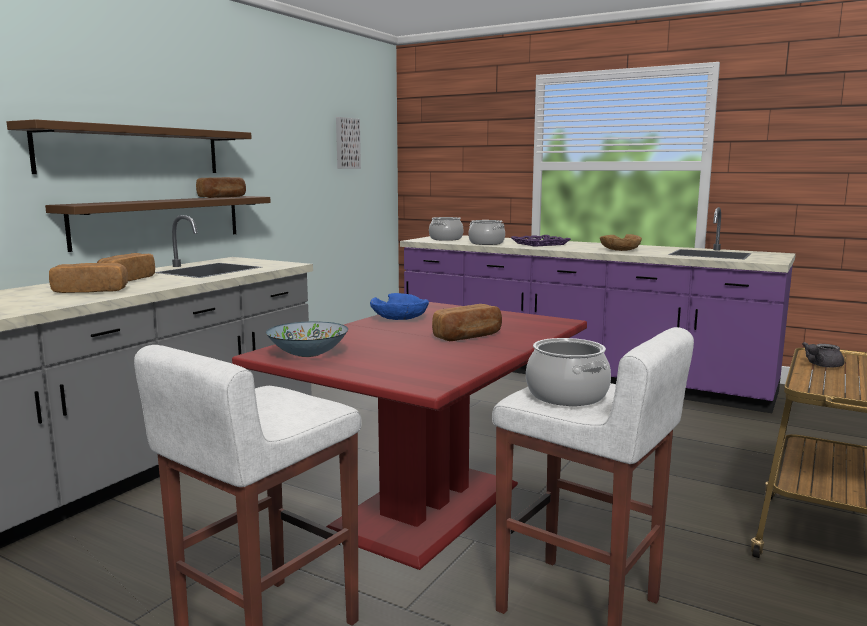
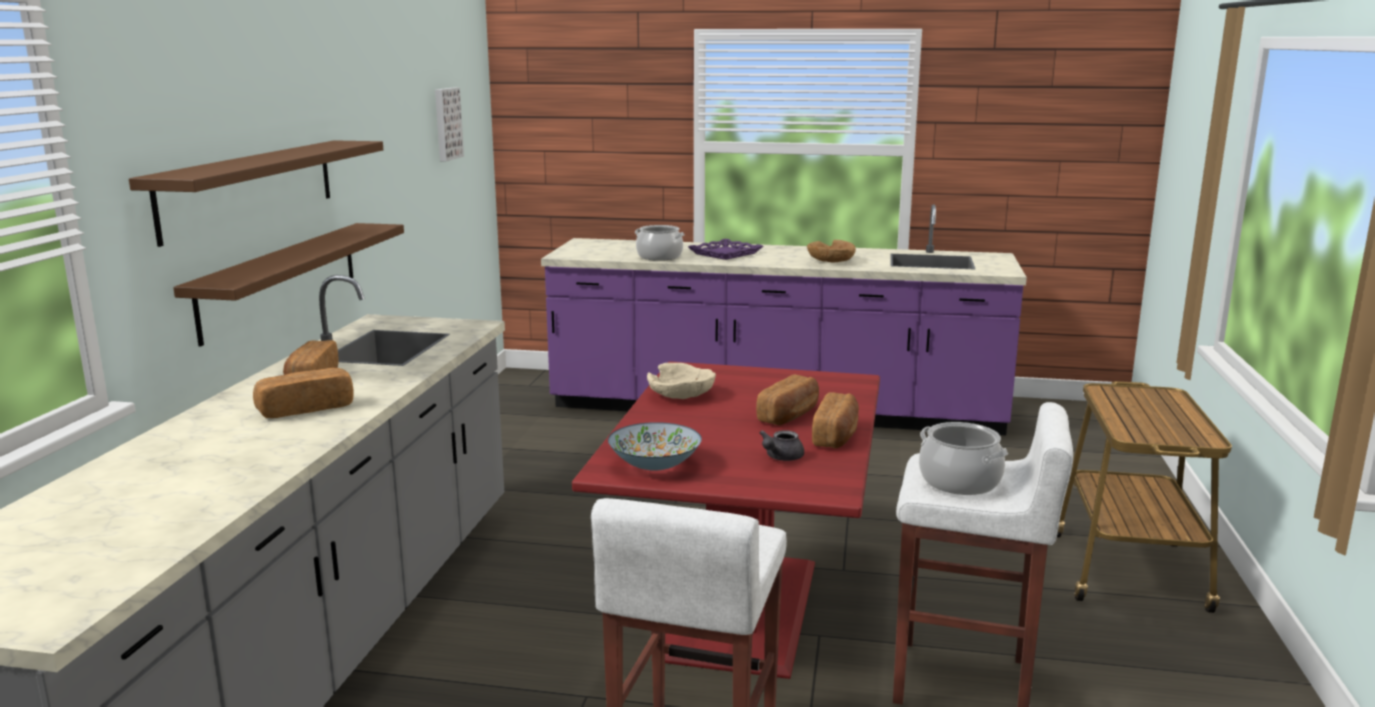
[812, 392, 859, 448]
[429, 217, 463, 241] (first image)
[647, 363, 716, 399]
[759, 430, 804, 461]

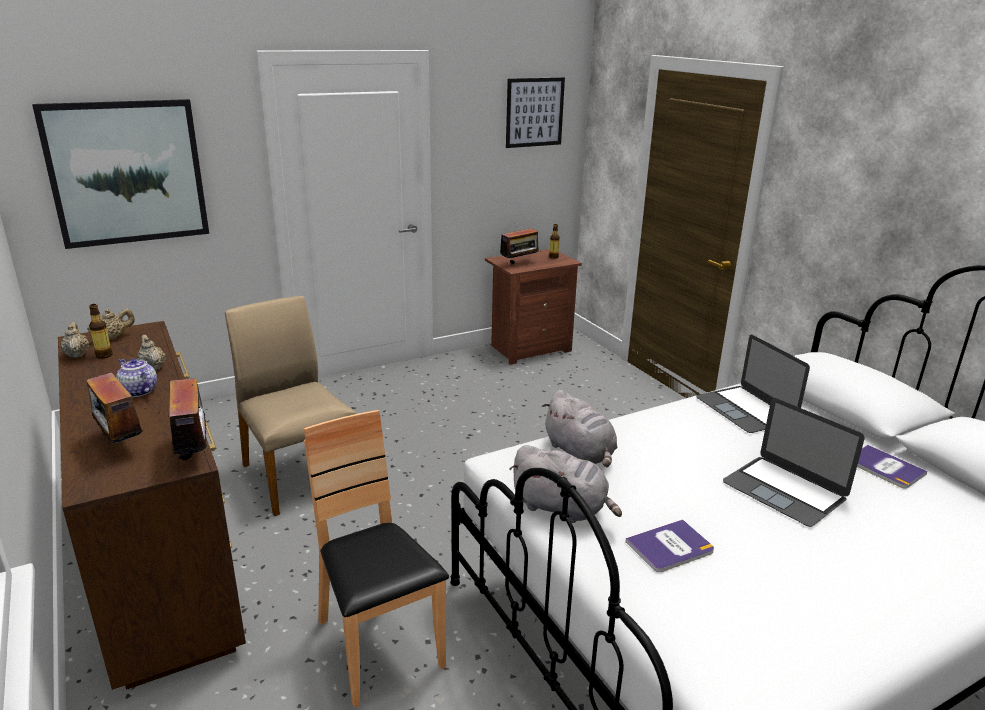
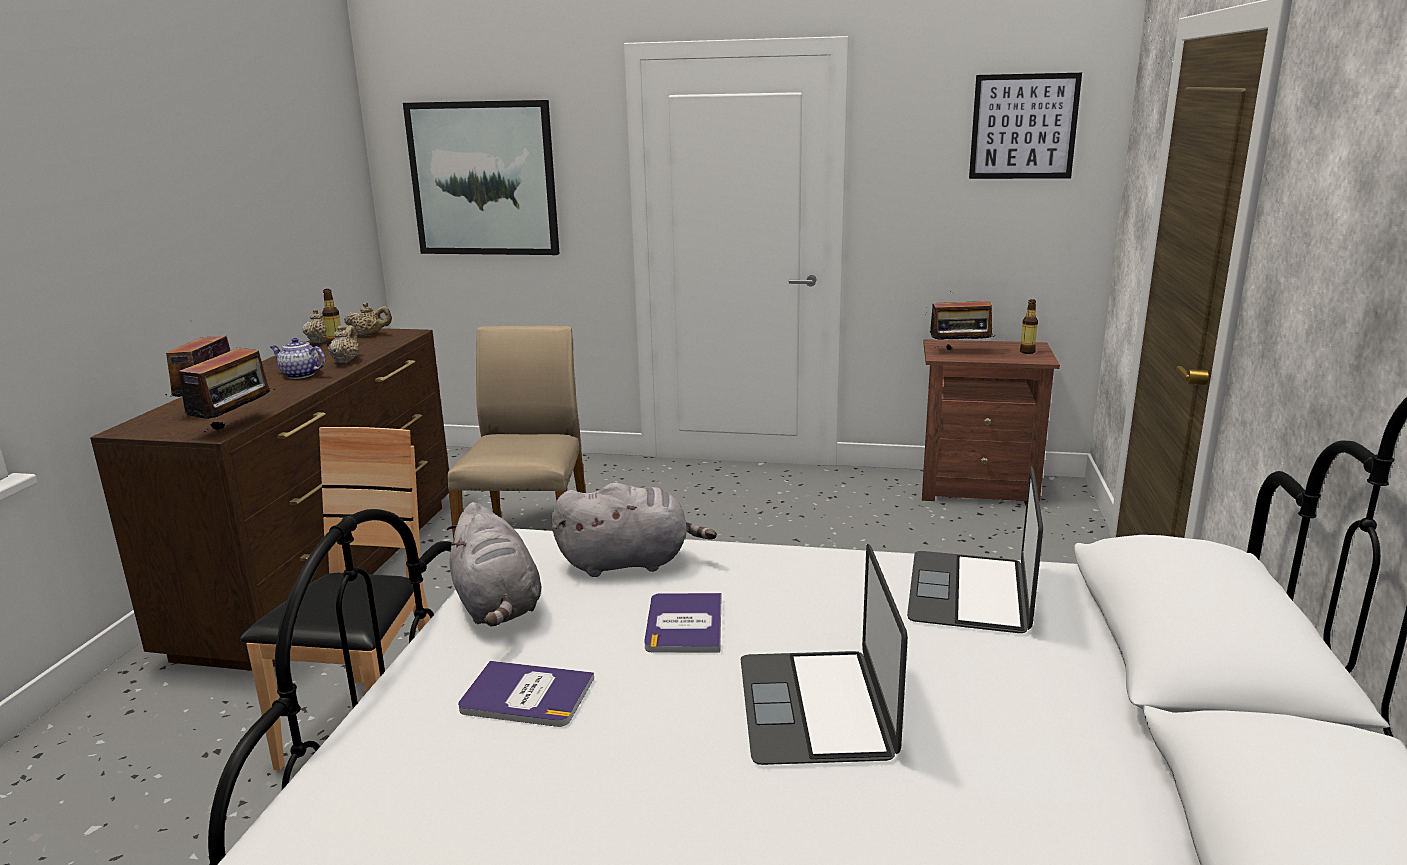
[270, 338, 325, 379]
[552, 483, 717, 577]
[644, 593, 721, 653]

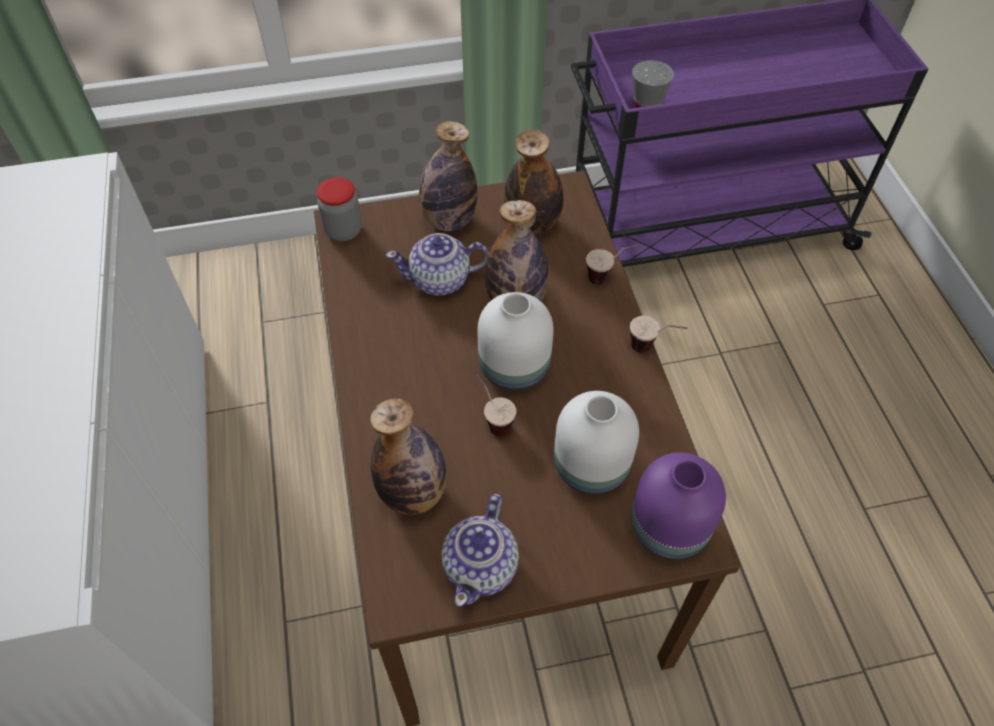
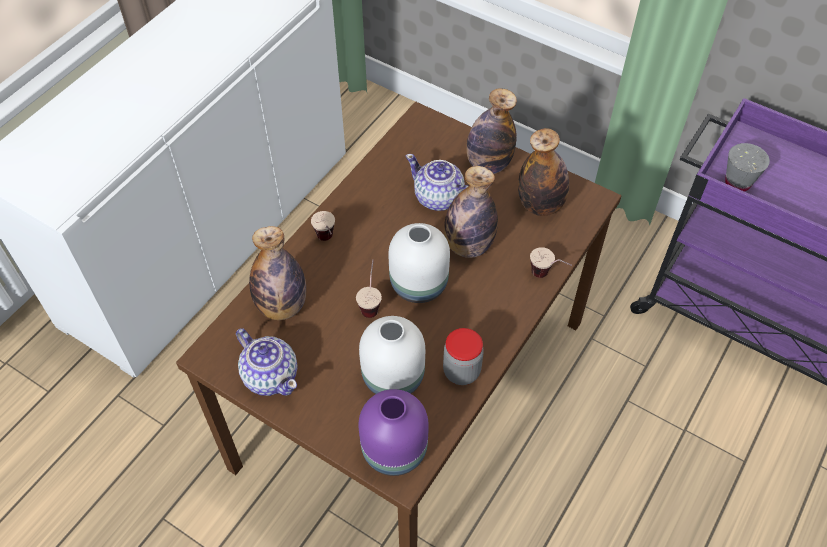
[443, 328, 484, 385]
[311, 211, 335, 241]
[236, 329, 298, 396]

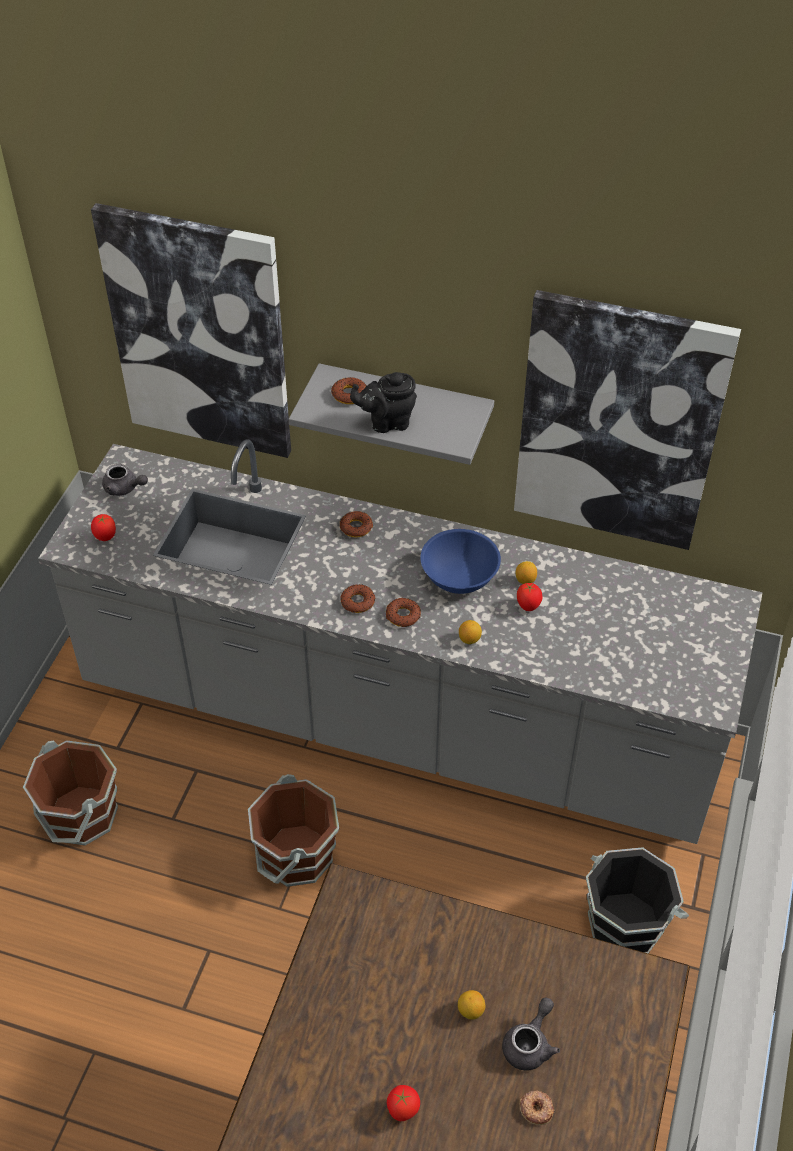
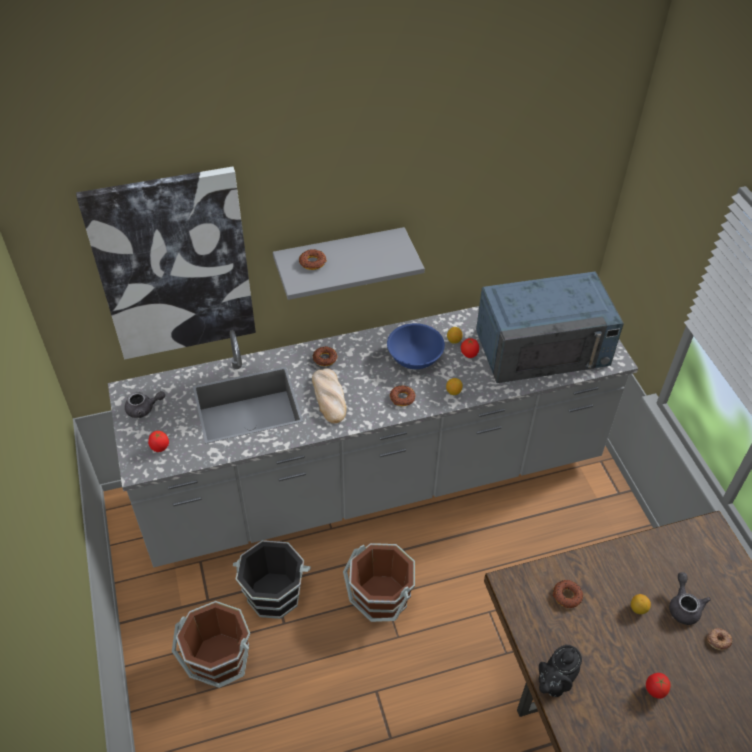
[514, 290, 741, 550] (first image)
[539, 645, 582, 697]
[553, 580, 583, 608]
[233, 540, 311, 619]
[476, 272, 624, 383]
[312, 368, 346, 423]

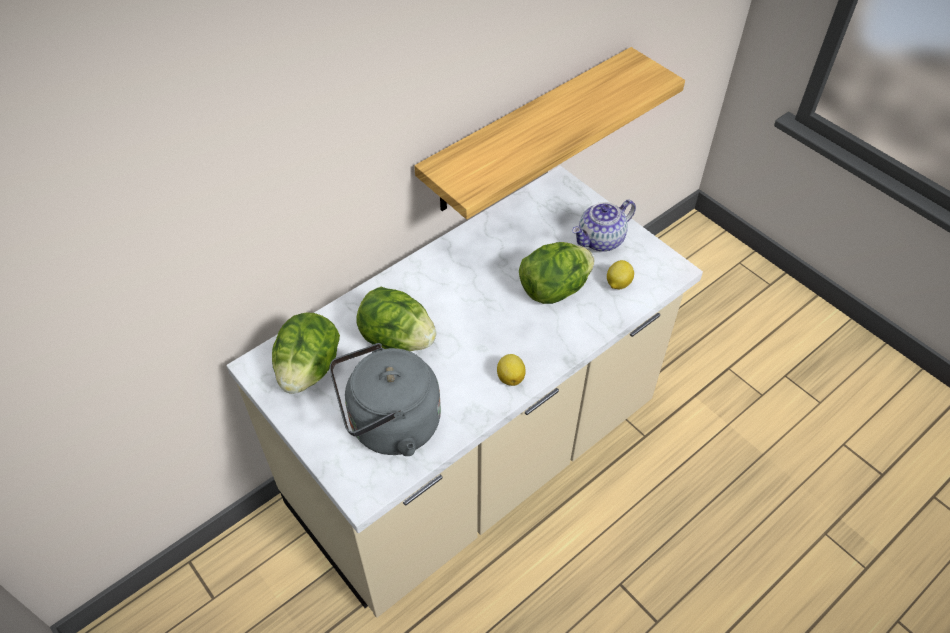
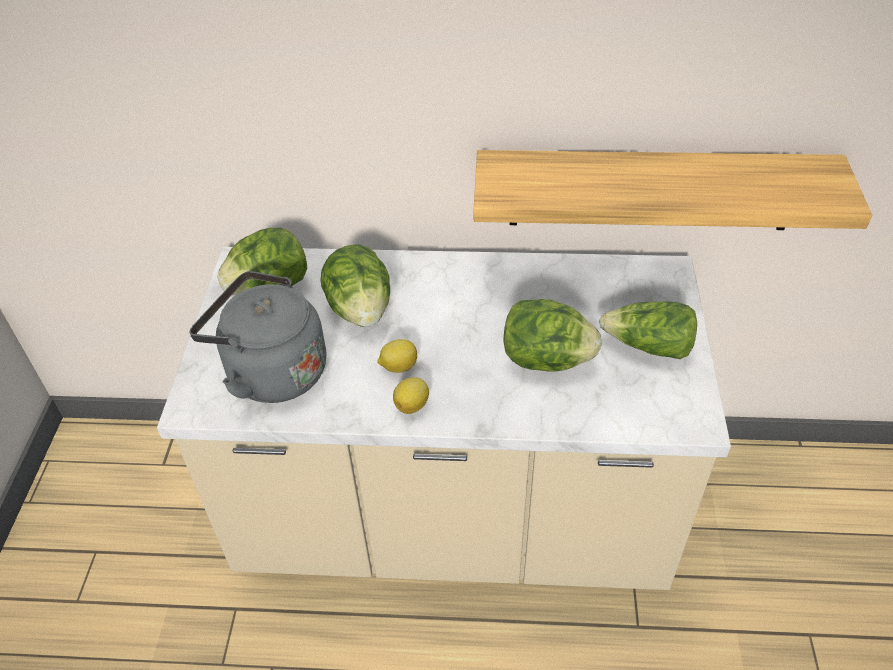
[599, 301, 697, 359]
[378, 339, 417, 373]

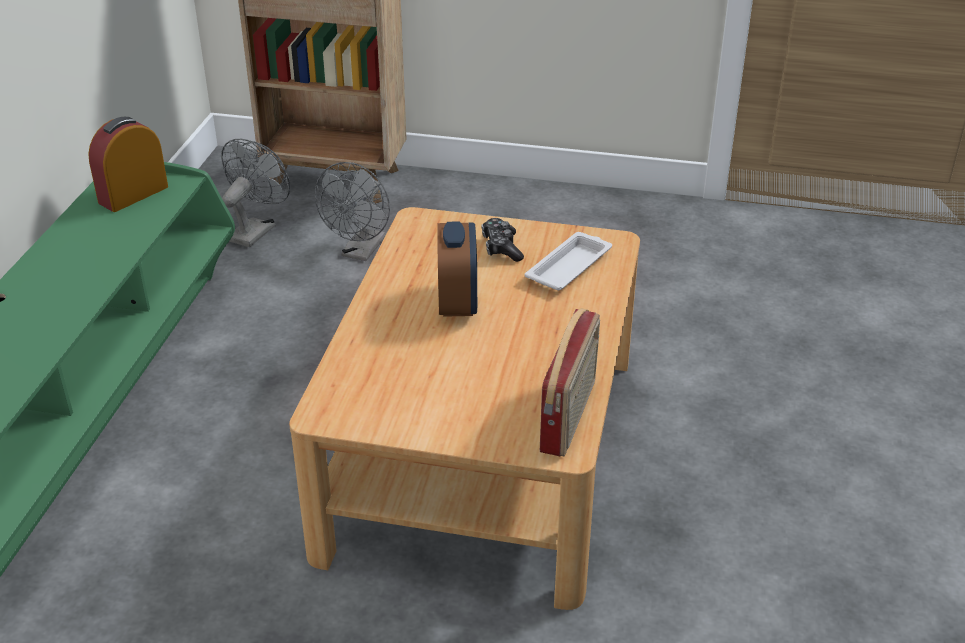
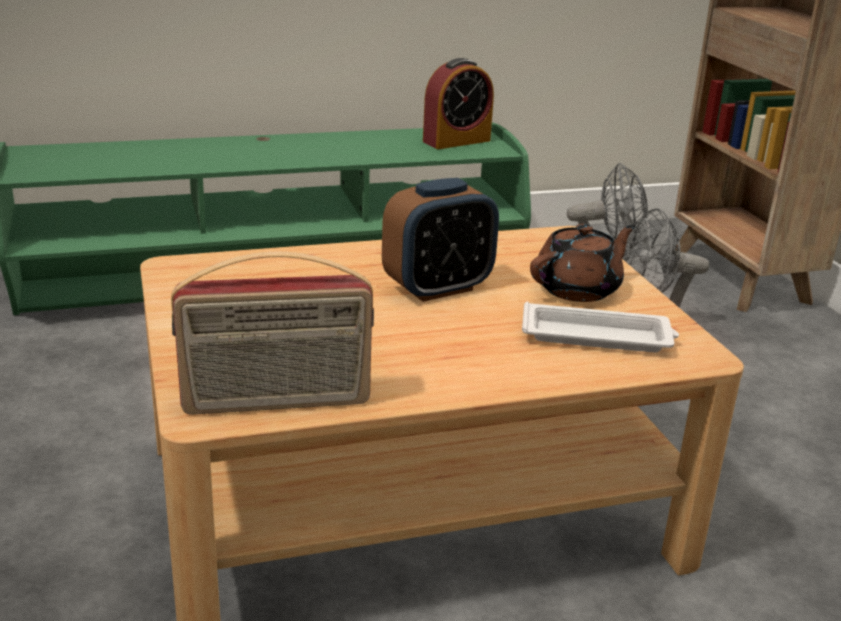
[423, 58, 494, 149]
[530, 224, 636, 302]

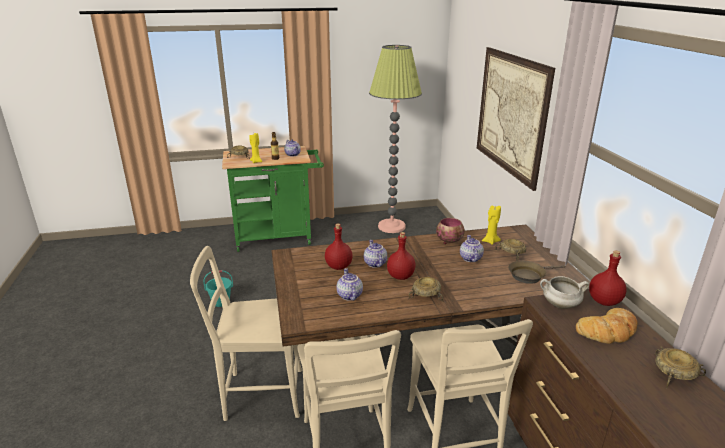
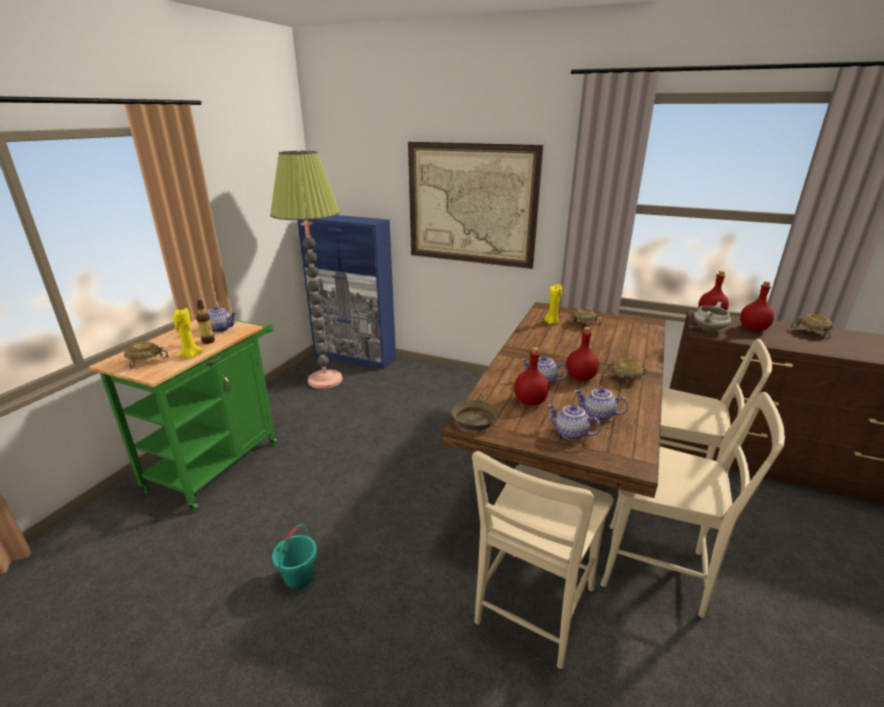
[436, 218, 465, 244] (first image)
[547, 404, 601, 440]
[452, 388, 499, 431]
[740, 281, 774, 331]
[297, 215, 396, 369]

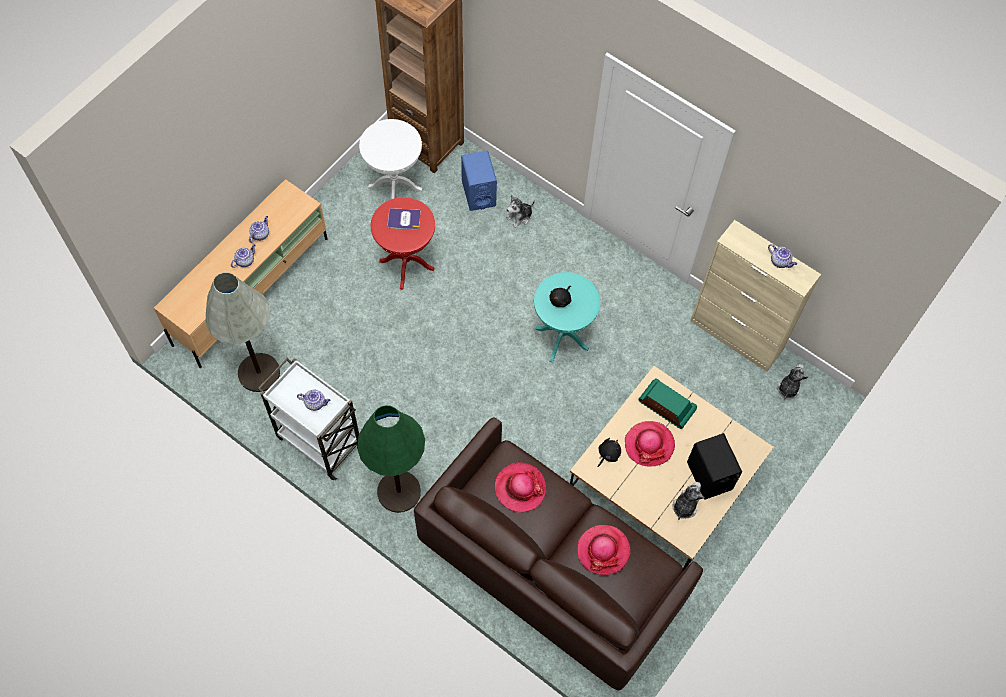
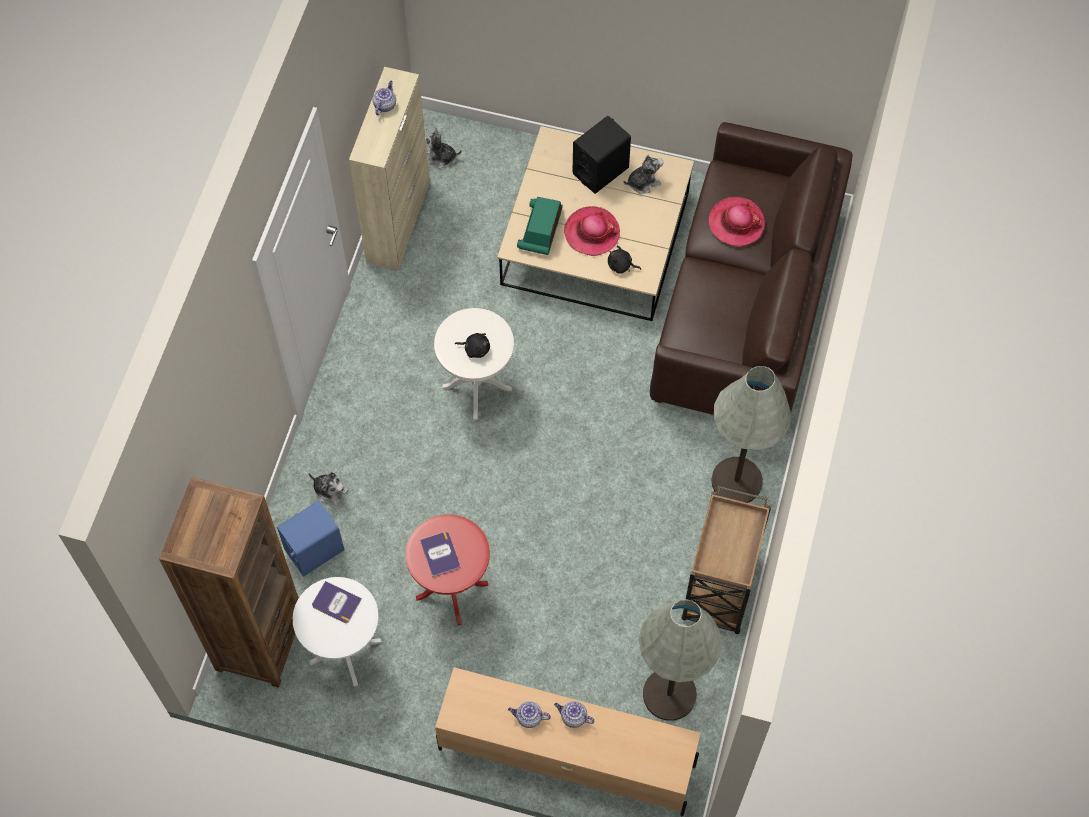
[434, 308, 514, 420]
[682, 486, 771, 634]
[297, 390, 331, 411] (first image)
[711, 366, 791, 503]
[495, 462, 546, 513] (first image)
[623, 155, 664, 194]
[312, 581, 362, 623]

